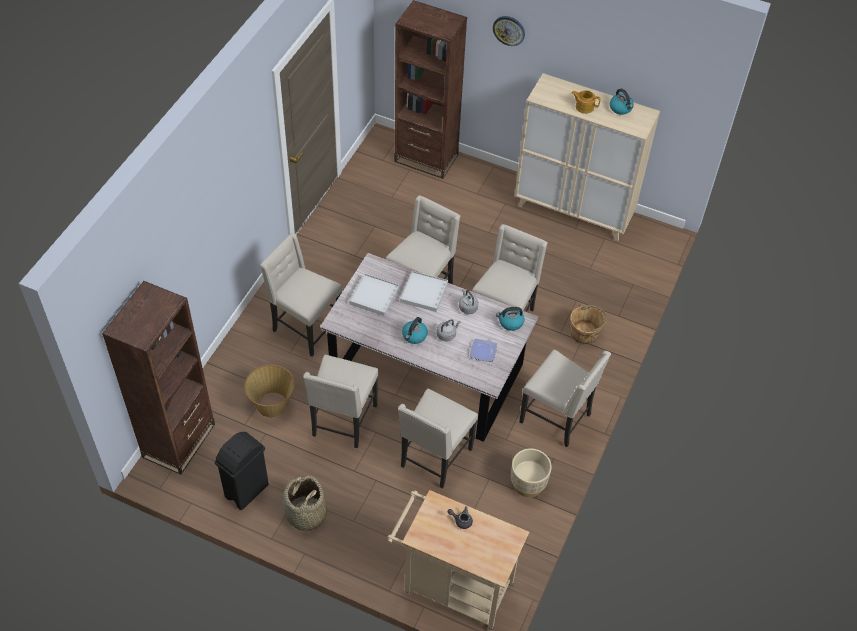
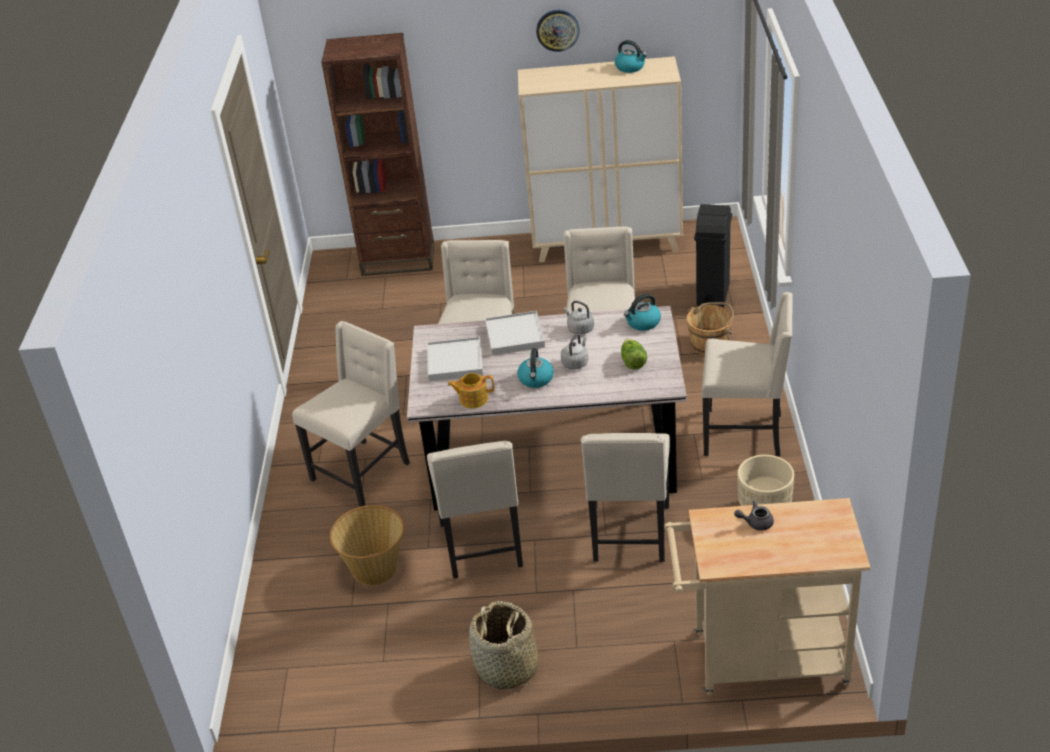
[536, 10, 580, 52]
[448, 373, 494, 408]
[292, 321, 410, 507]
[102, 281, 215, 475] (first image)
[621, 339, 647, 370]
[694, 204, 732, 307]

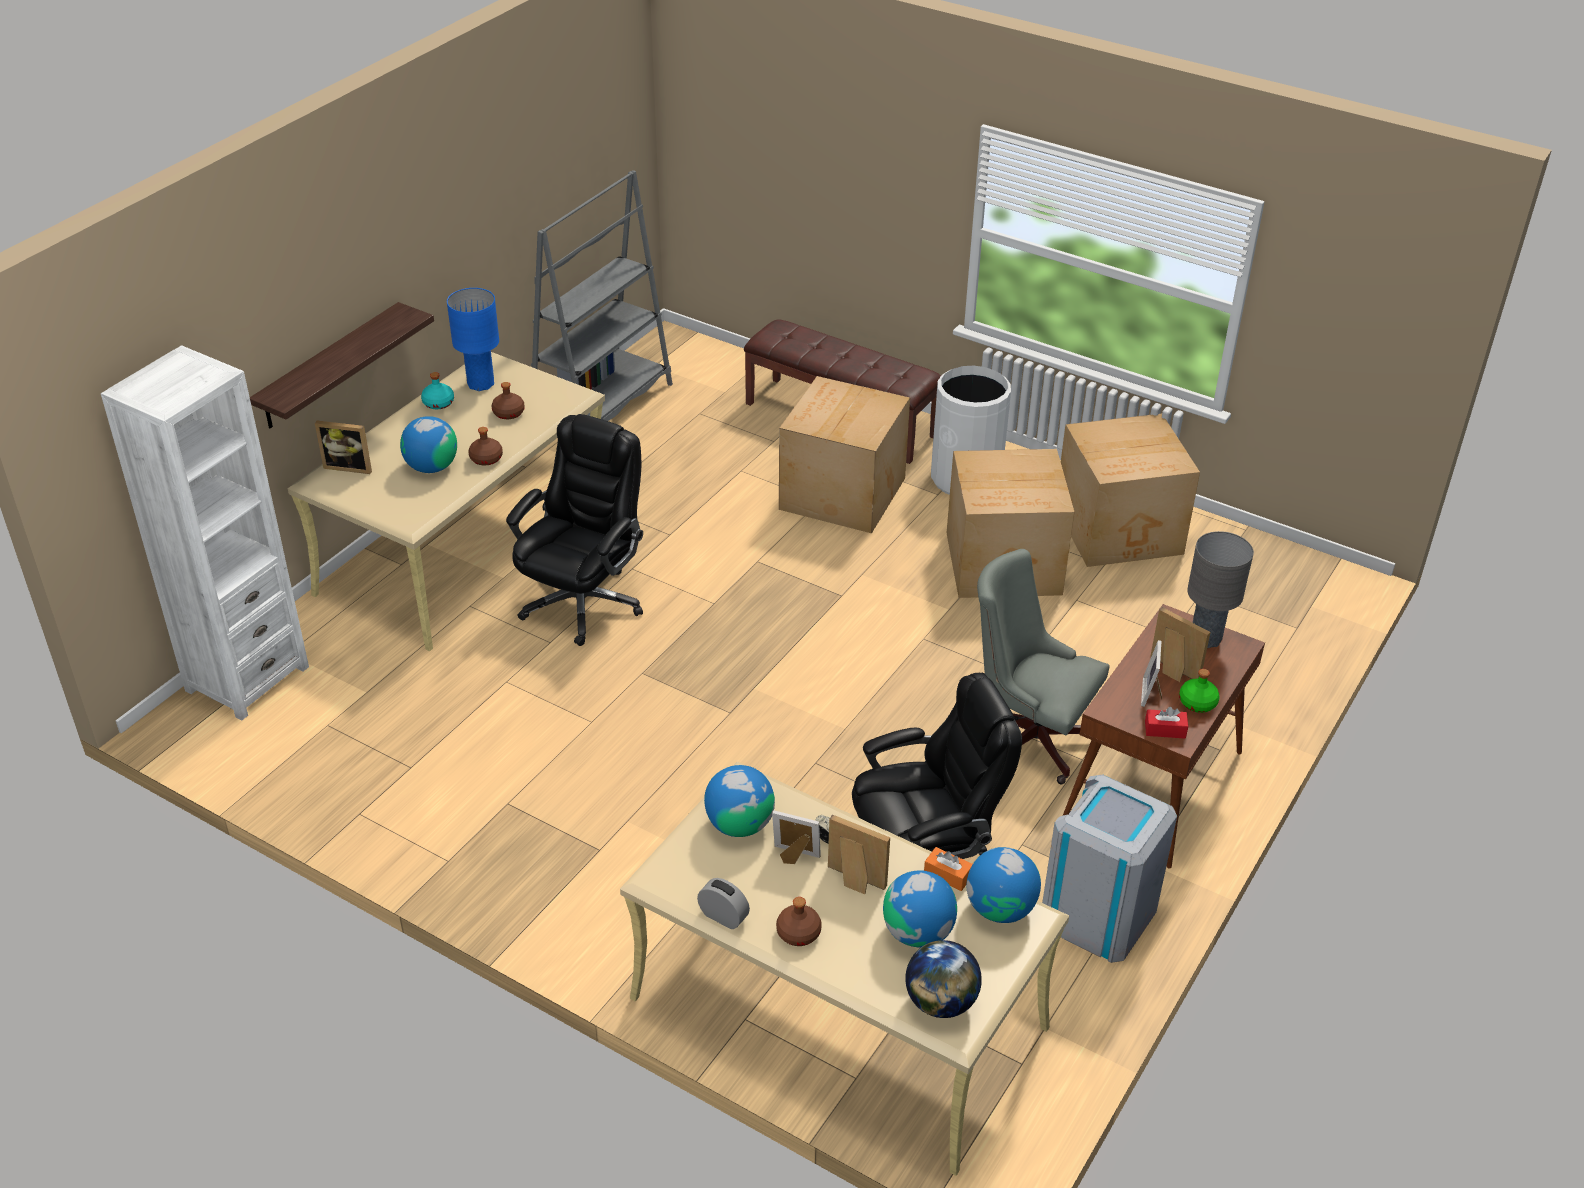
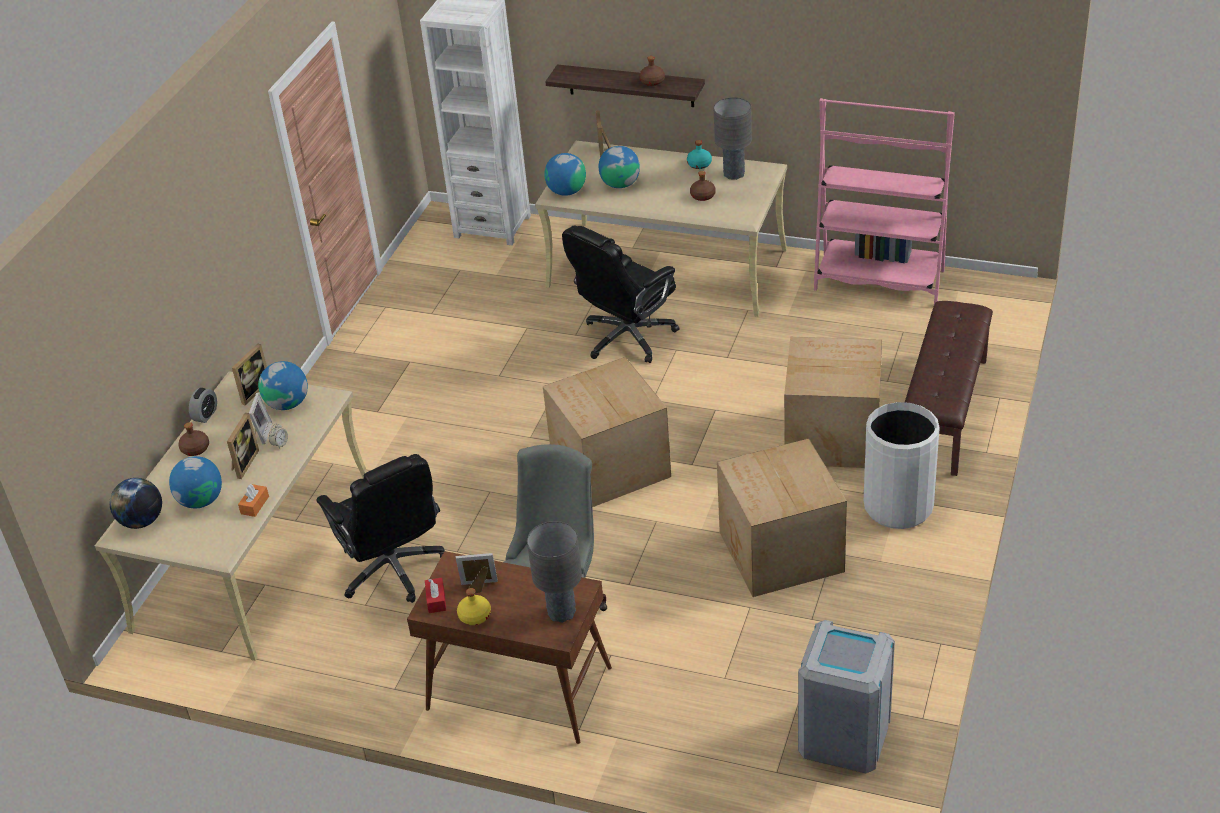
[814, 98, 955, 305]
[713, 97, 752, 180]
[543, 357, 671, 507]
[562, 226, 680, 363]
[639, 56, 665, 86]
[232, 344, 267, 405]
[457, 588, 491, 625]
[798, 620, 895, 774]
[544, 153, 586, 196]

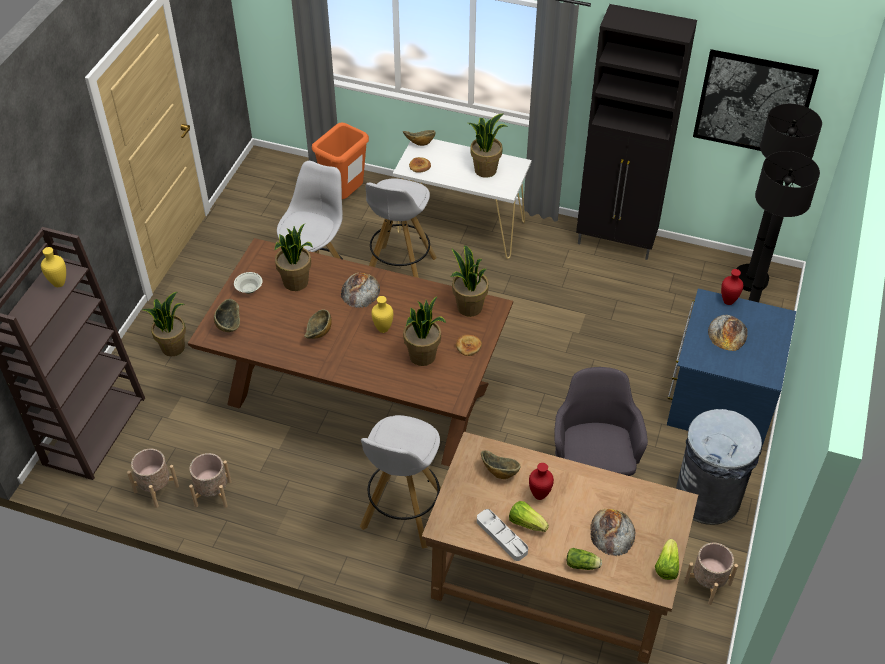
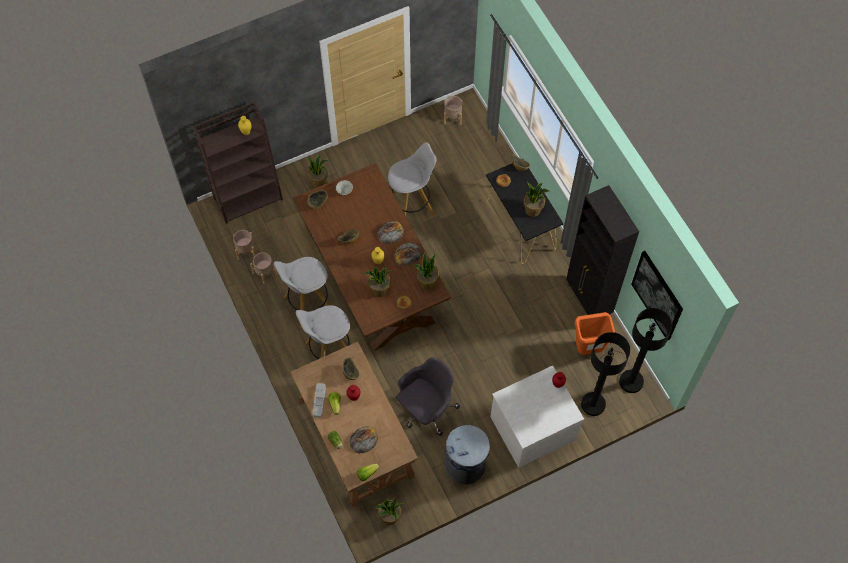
[575, 312, 615, 355]
[486, 159, 563, 264]
[274, 257, 330, 328]
[375, 497, 403, 525]
[490, 365, 584, 468]
[394, 243, 421, 265]
[444, 96, 462, 125]

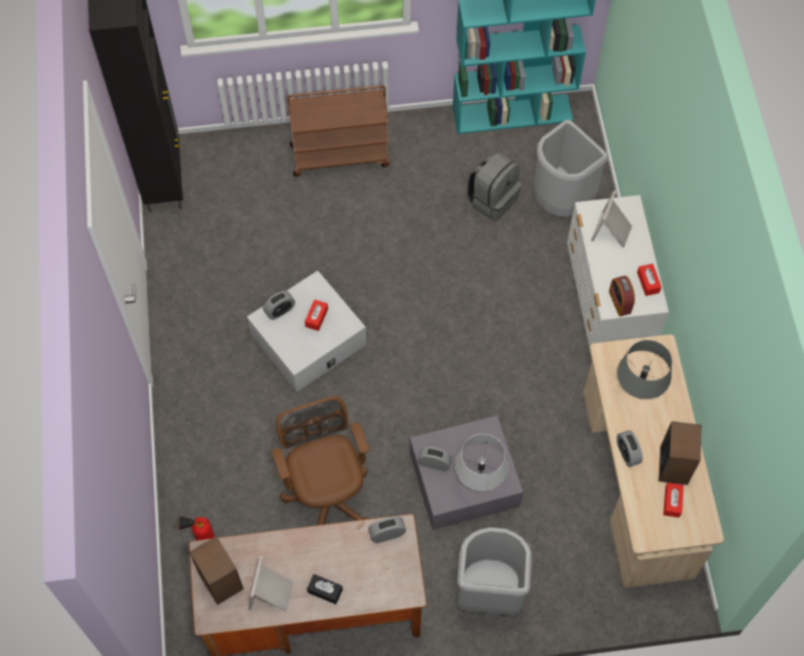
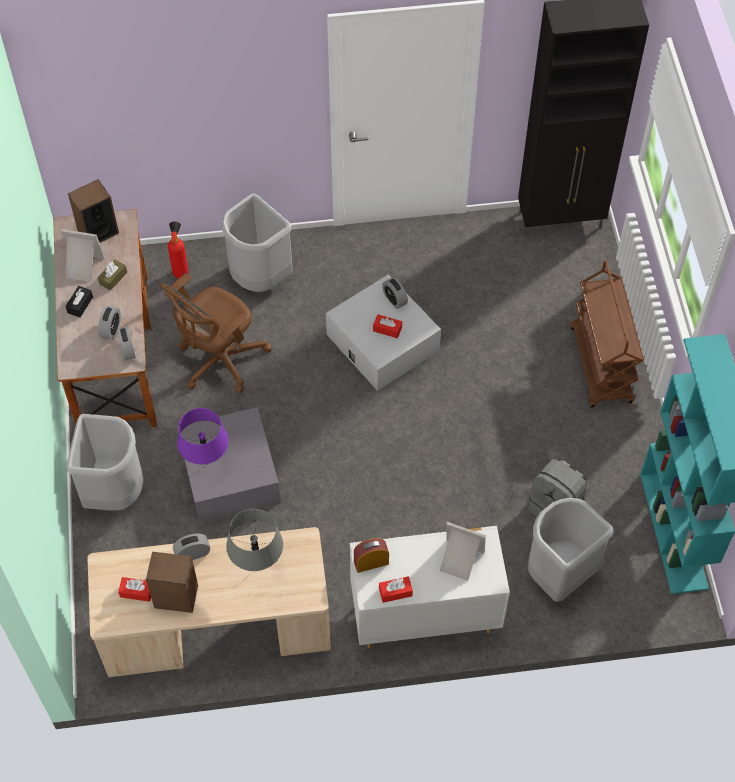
[160, 273, 272, 393]
[177, 408, 229, 465]
[98, 306, 121, 340]
[221, 193, 293, 292]
[98, 259, 127, 291]

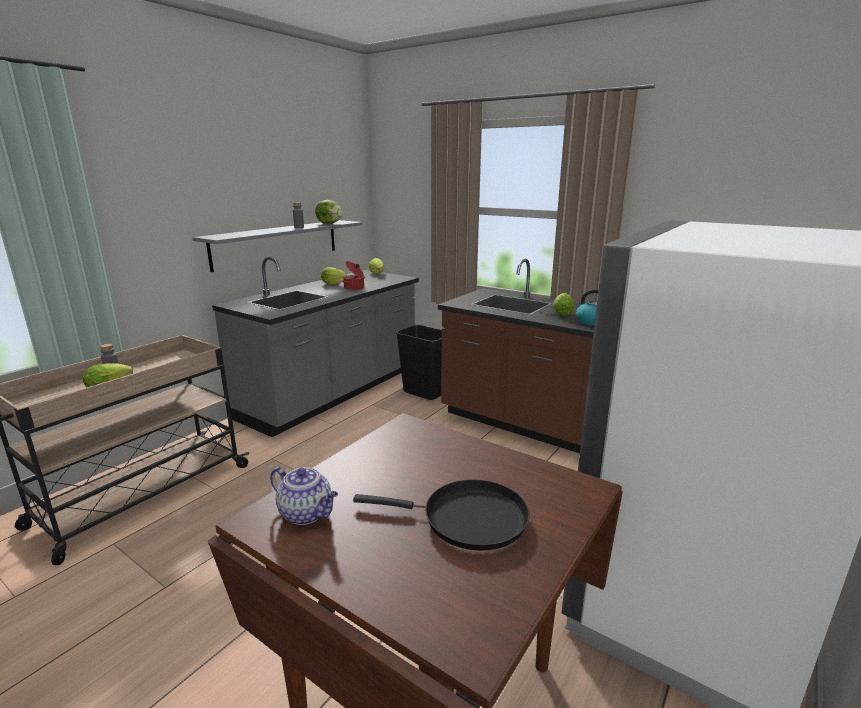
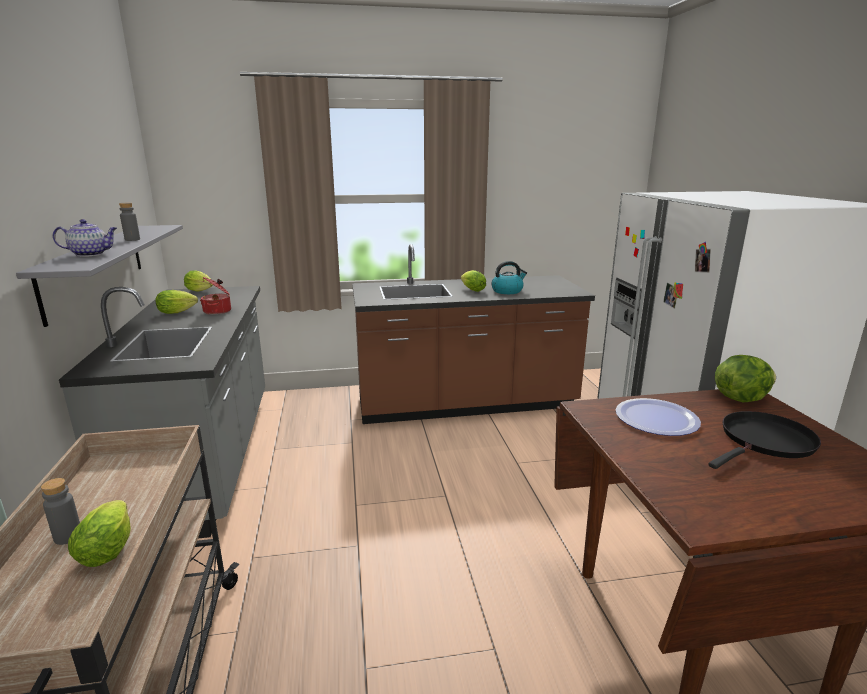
[715, 355, 776, 402]
[396, 325, 442, 400] (first image)
[53, 219, 117, 257]
[616, 398, 701, 436]

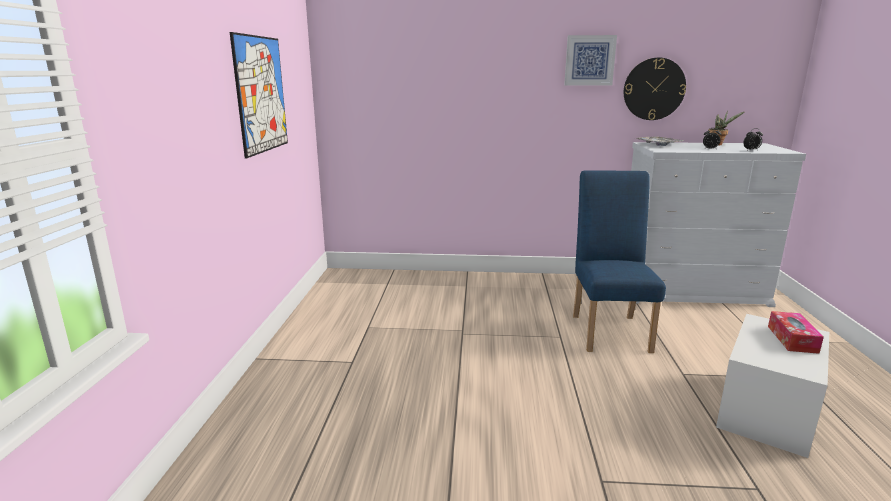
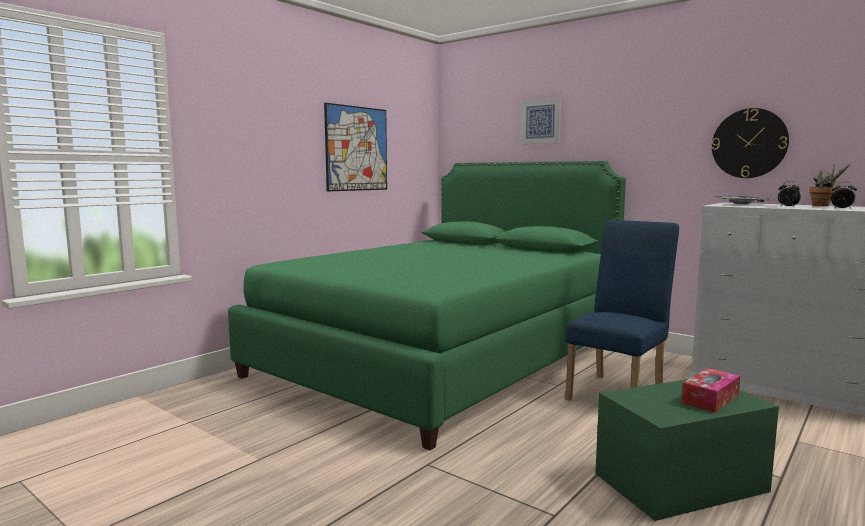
[520, 97, 562, 144]
[595, 379, 779, 521]
[228, 161, 626, 450]

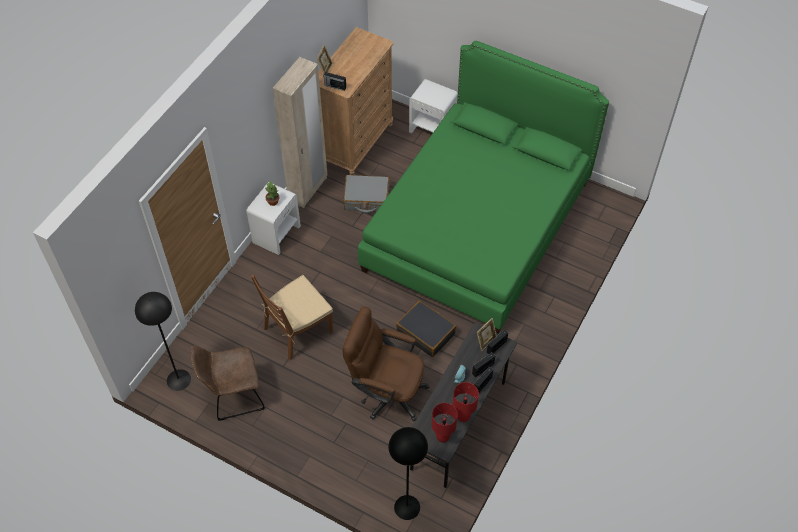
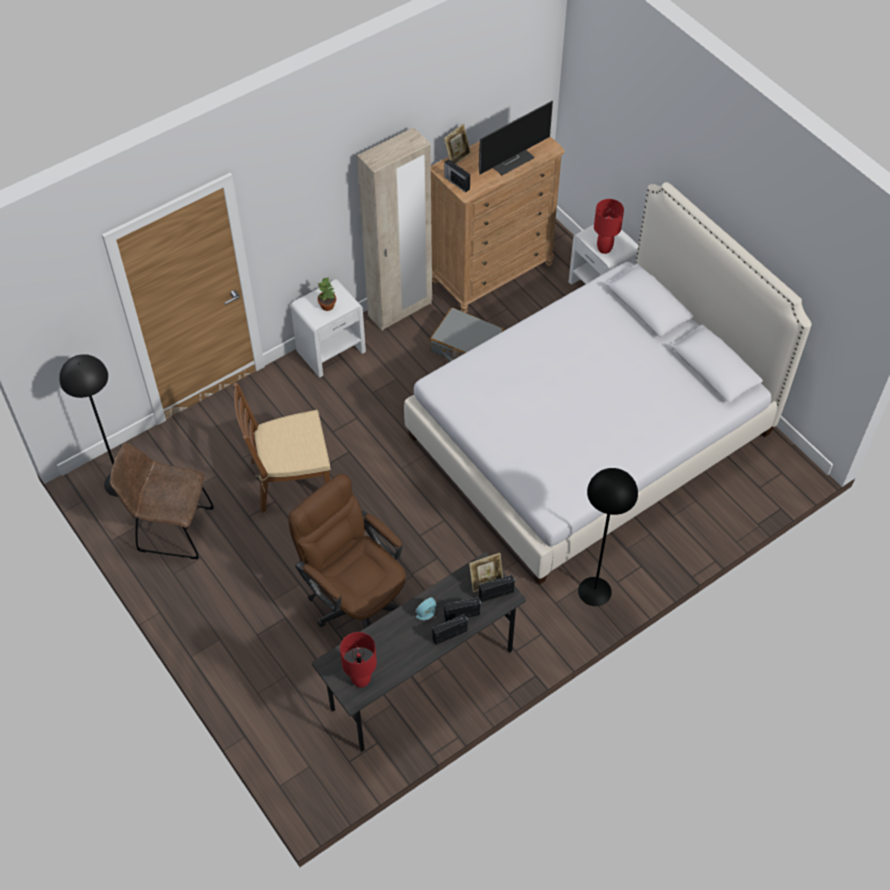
[404, 182, 812, 585]
[396, 301, 456, 357] (first image)
[594, 199, 624, 254]
[578, 468, 638, 606]
[479, 101, 553, 175]

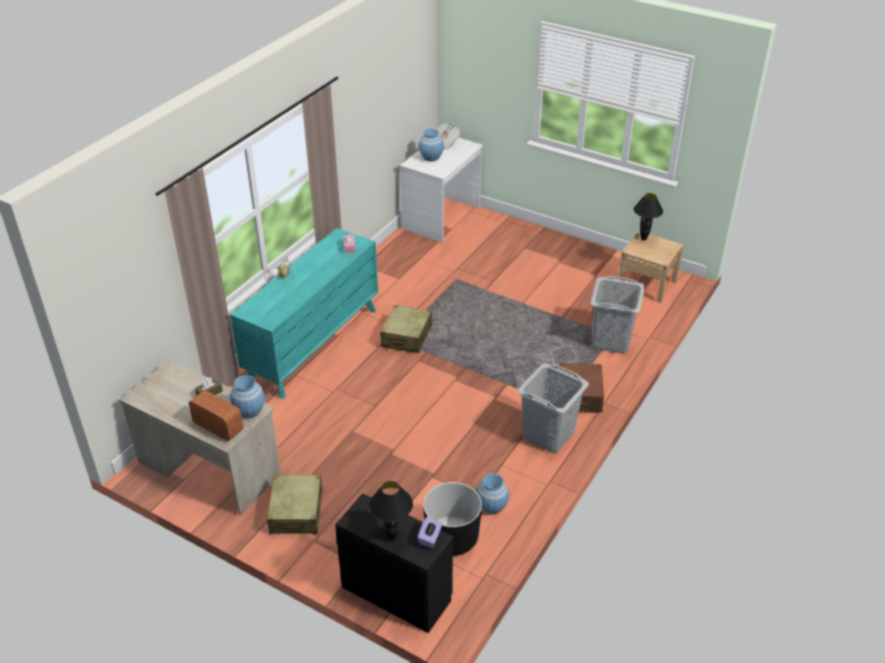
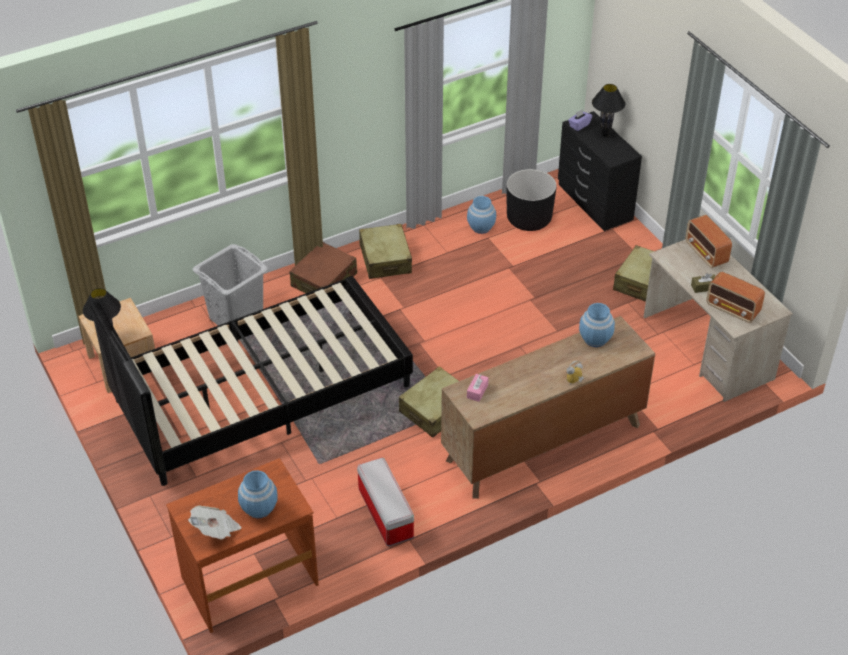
[166, 458, 319, 633]
[441, 316, 655, 499]
[359, 224, 412, 279]
[579, 303, 615, 347]
[707, 272, 765, 323]
[91, 276, 413, 486]
[357, 457, 414, 547]

